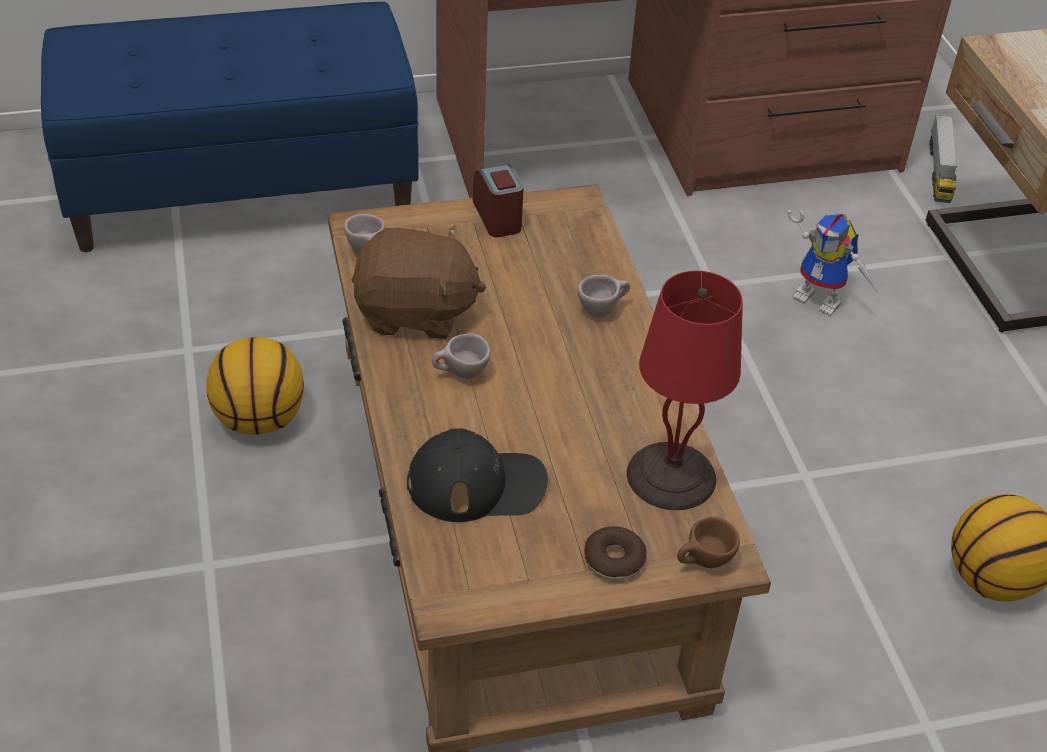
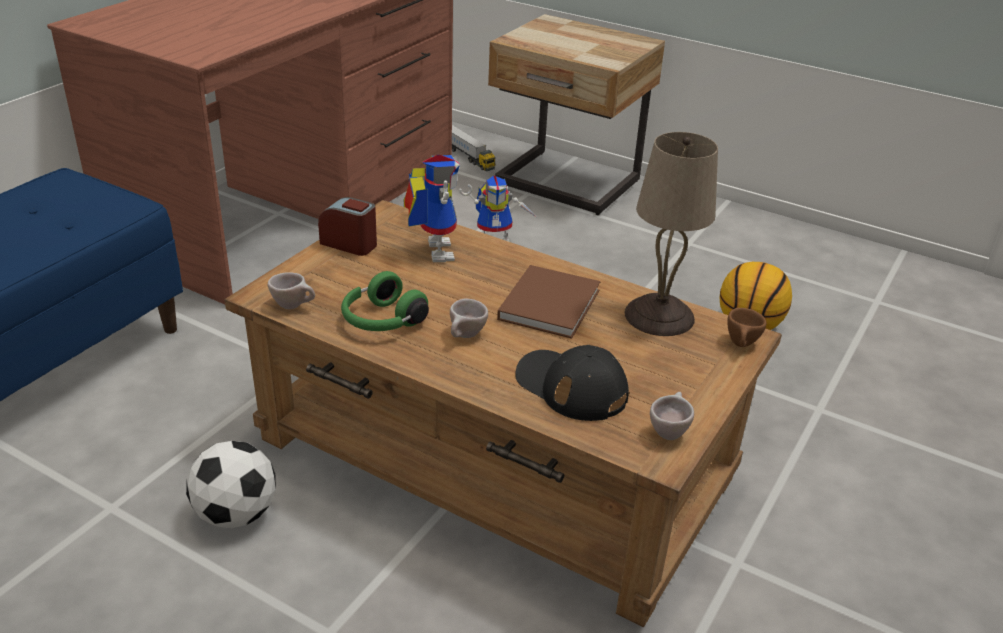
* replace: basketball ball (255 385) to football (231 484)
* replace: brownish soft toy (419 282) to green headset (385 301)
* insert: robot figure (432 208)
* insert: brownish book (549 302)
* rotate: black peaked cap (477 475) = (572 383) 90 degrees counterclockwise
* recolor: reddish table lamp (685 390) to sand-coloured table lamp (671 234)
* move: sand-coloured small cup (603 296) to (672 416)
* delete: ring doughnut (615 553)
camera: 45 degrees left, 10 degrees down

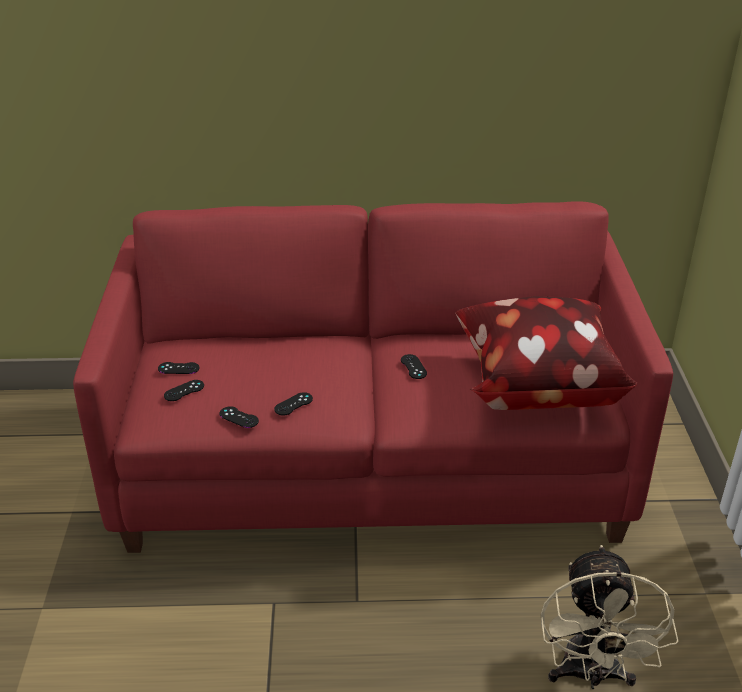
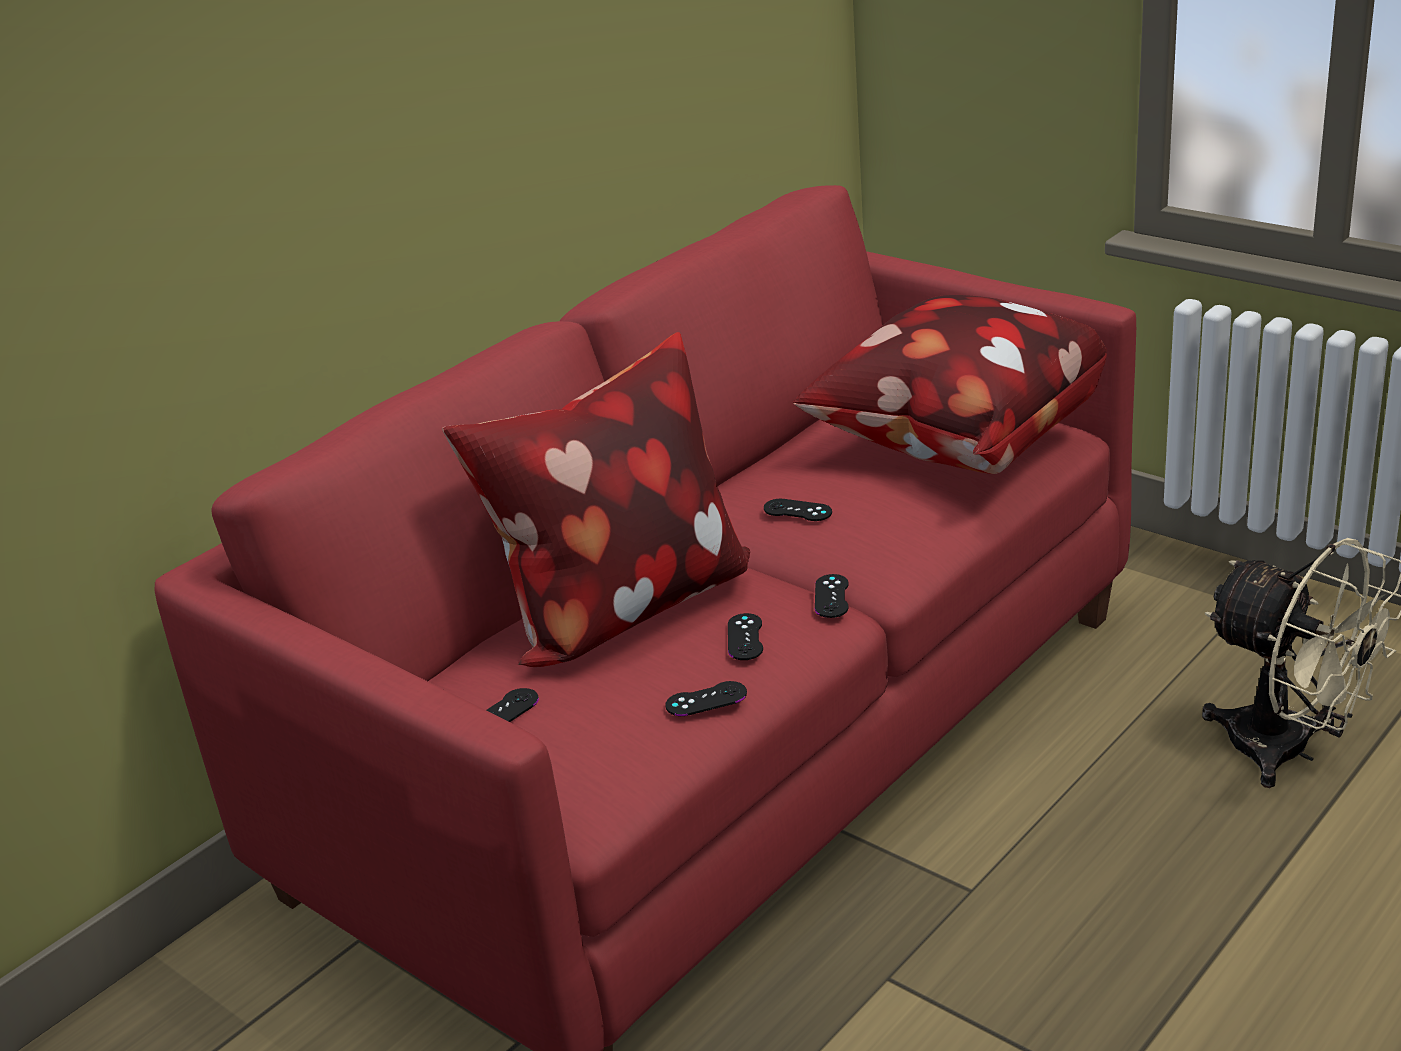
* insert: pillow (596 499)
* move: black joypad (184 390) to (832 596)
camera: 45 degrees left, 5 degrees down

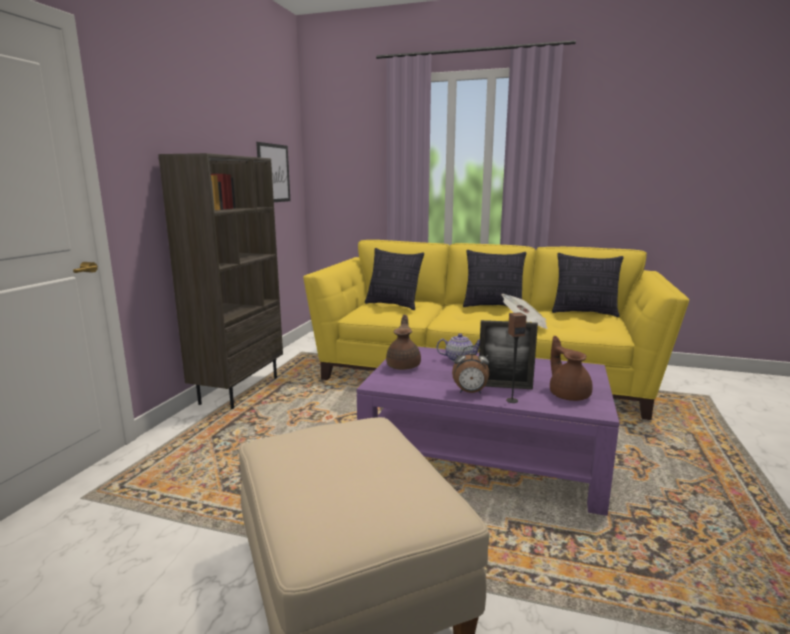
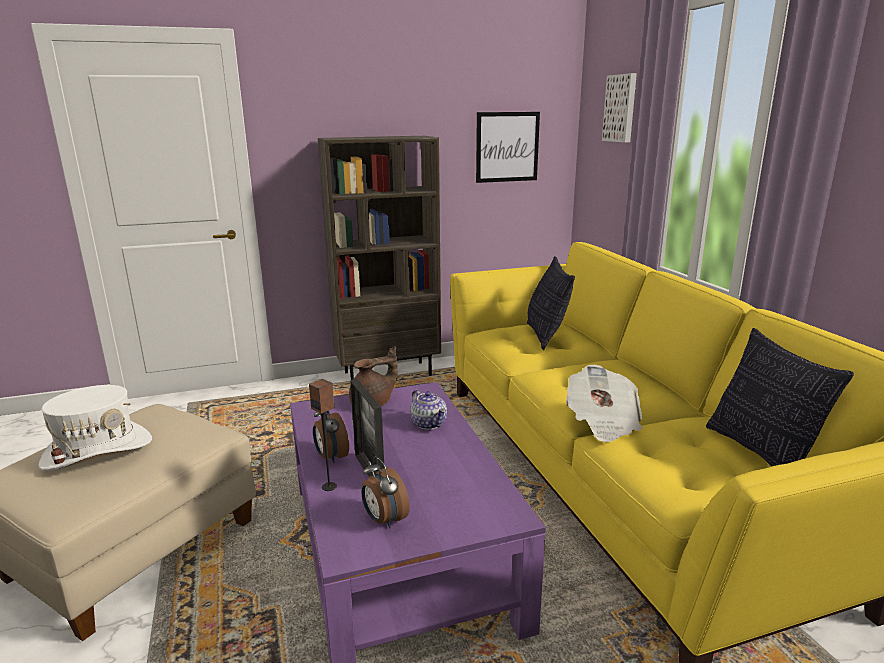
* insert: white-coloured hat (95 428)
* replace: brownish teapot (571 368) to alarm clock (386 492)
* insert: wall art (619 108)
* delete: pillow (494 278)
camera: 55 degrees right, 5 degrees up

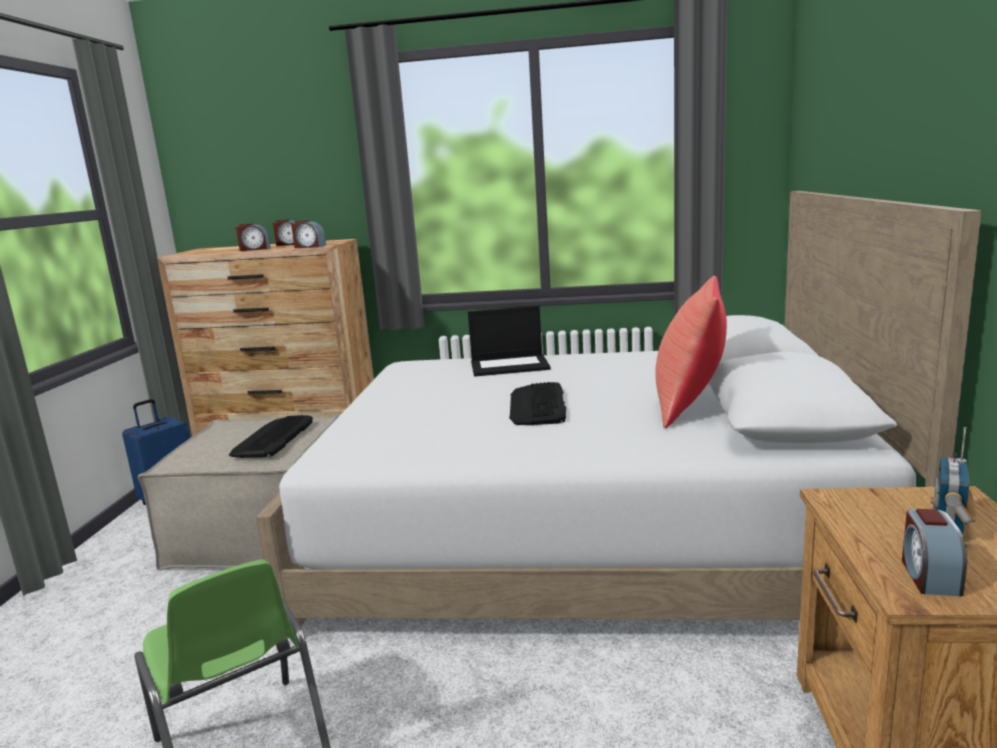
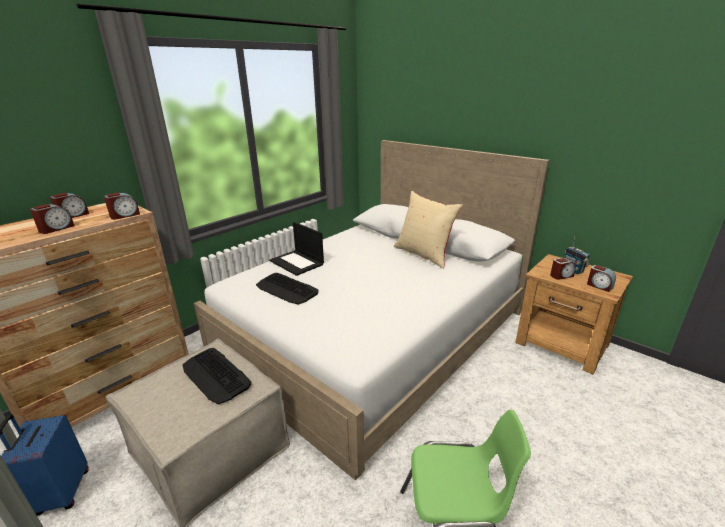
* move: keyboard (537 403) to (287 289)
* rotate: laptop (509 340) = (296 249) 105 degrees clockwise
* recolor: reddish pillow (691 352) to sand-coloured pillow (428 230)
* insert: alarm clock (563 269)
camera: 55 degrees left, 10 degrees up

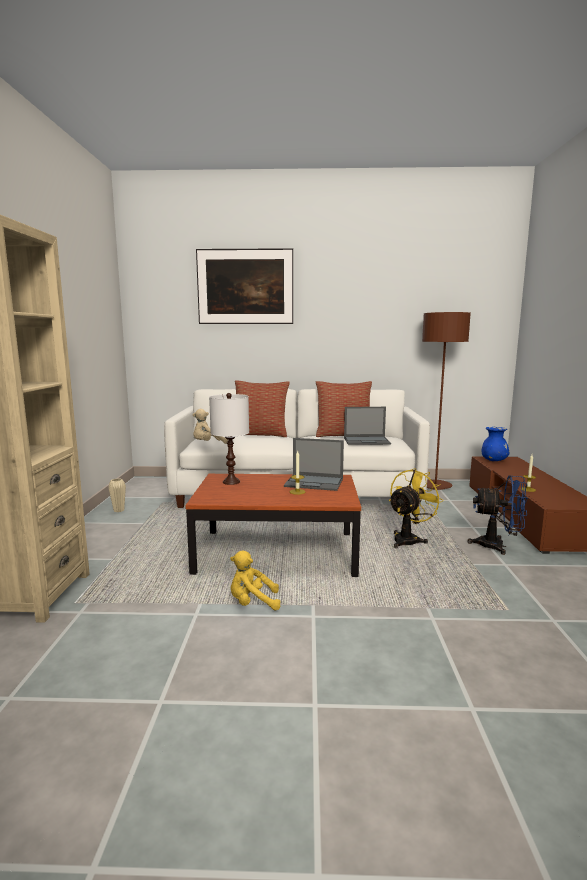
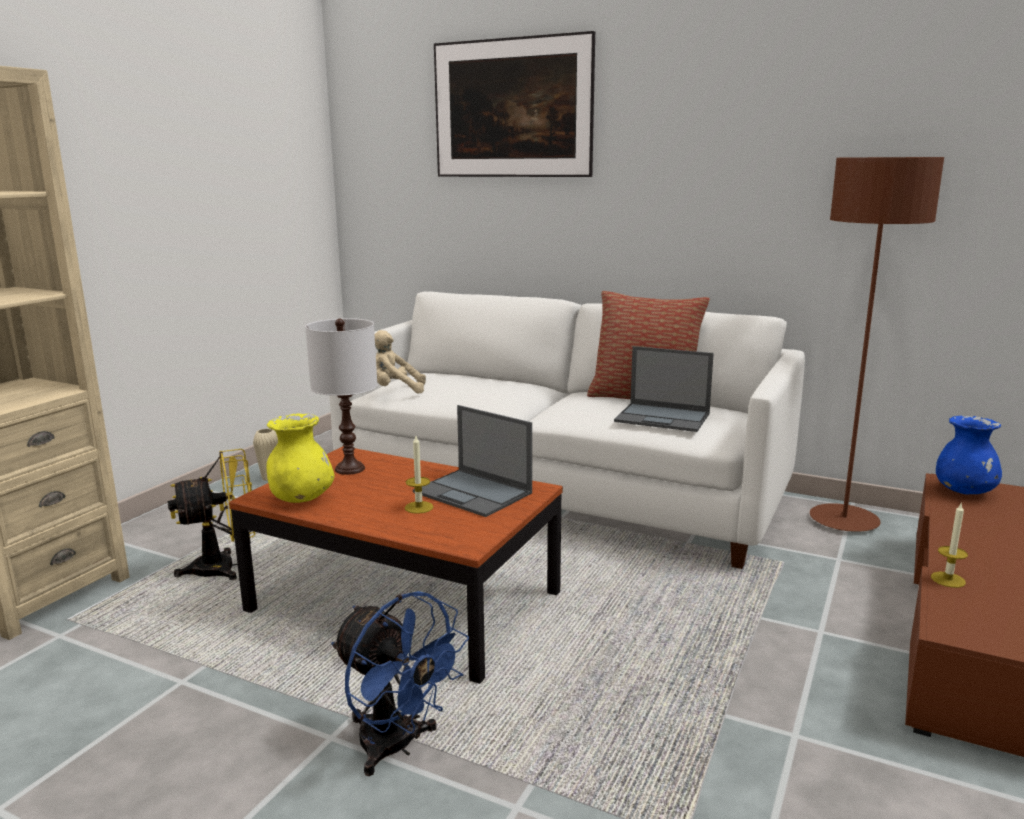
* move: yellow-coloured cooling fan (416 508) to (211 514)
* insert: yellow-coloured vase (300 458)
* move: bluish cooling fan (497 515) to (400 683)
* delete: yellow-coloured soft toy (255 580)
* delete: pillow (262 408)
camera: 25 degrees right, 5 degrees up

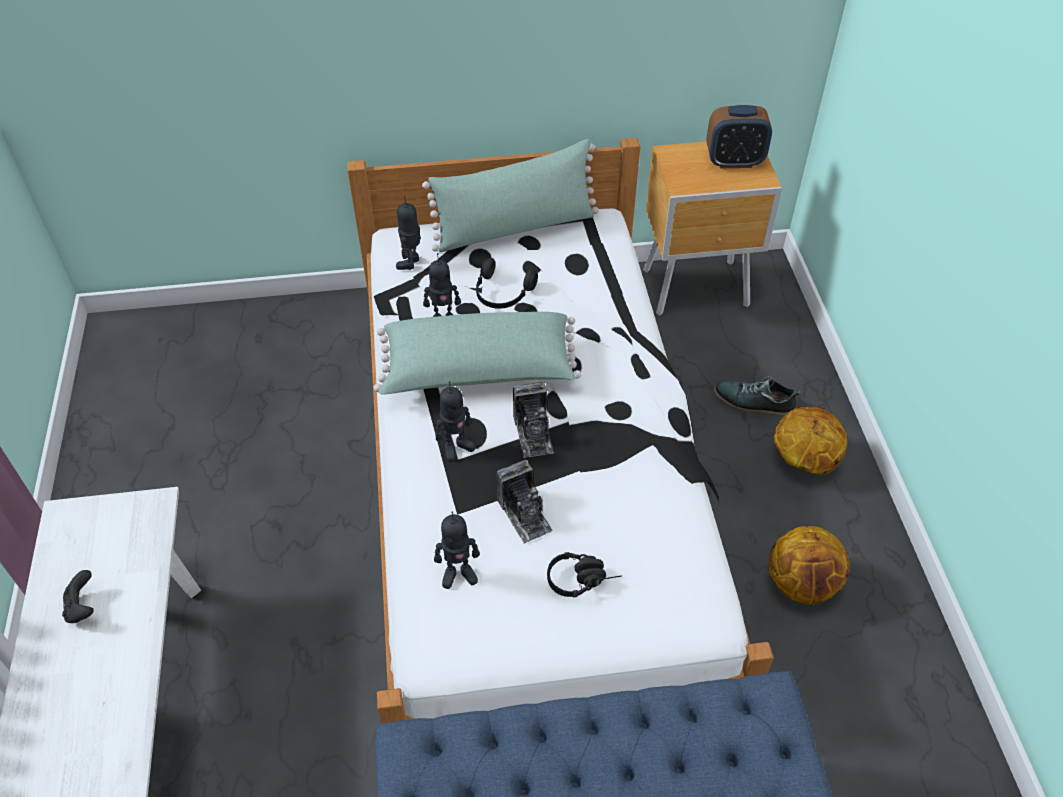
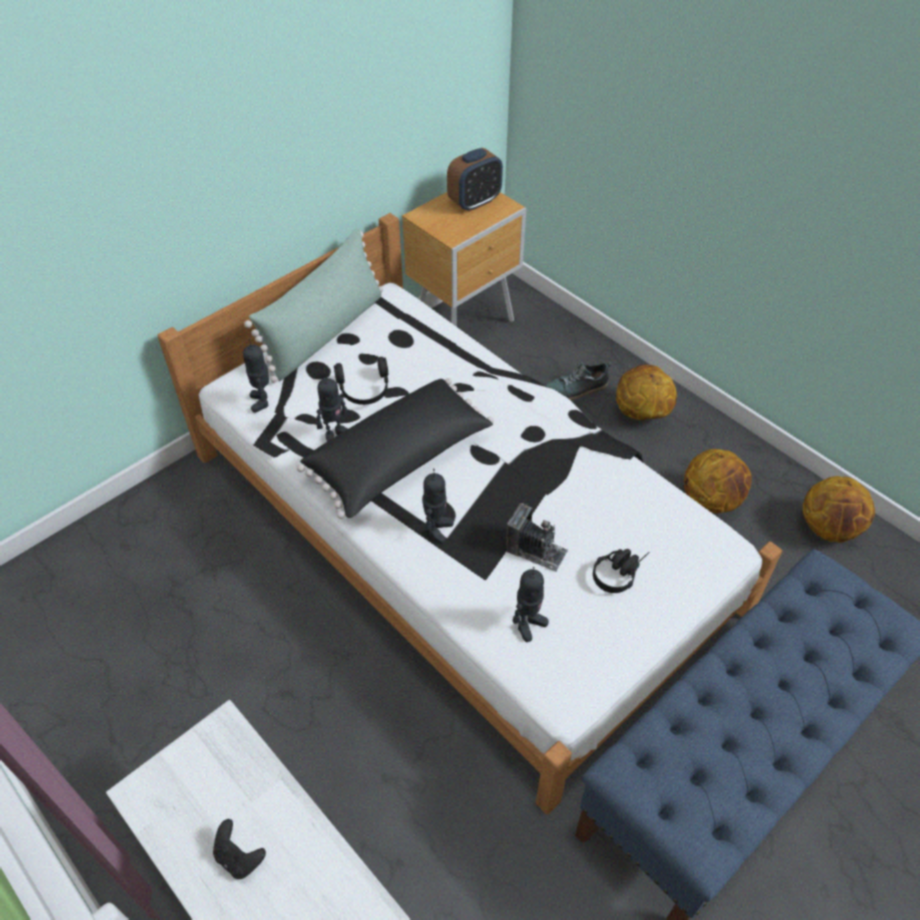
* recolor: green pillow (477 353) to black pillow (395 448)
* insert: basketball ball (839 509)
* delete: still camera (533 420)
camera: 35 degrees left, 0 degrees up

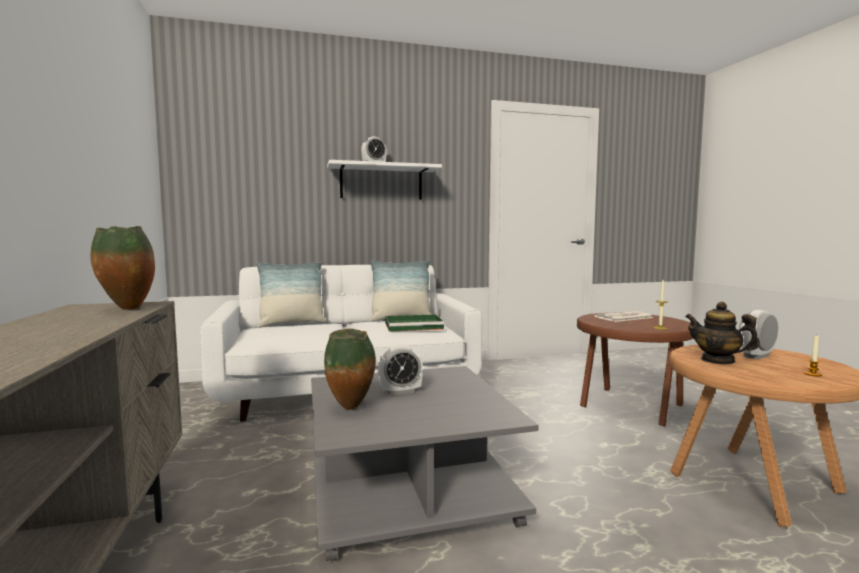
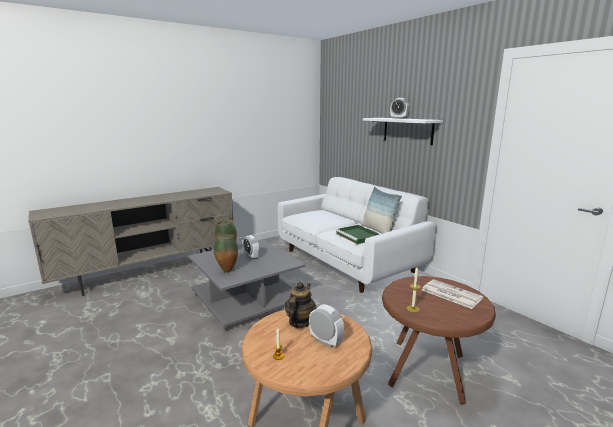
* move: vase (122 268) to (226 253)
* delete: pillow (291 295)
camera: 70 degrees right, 10 degrees up

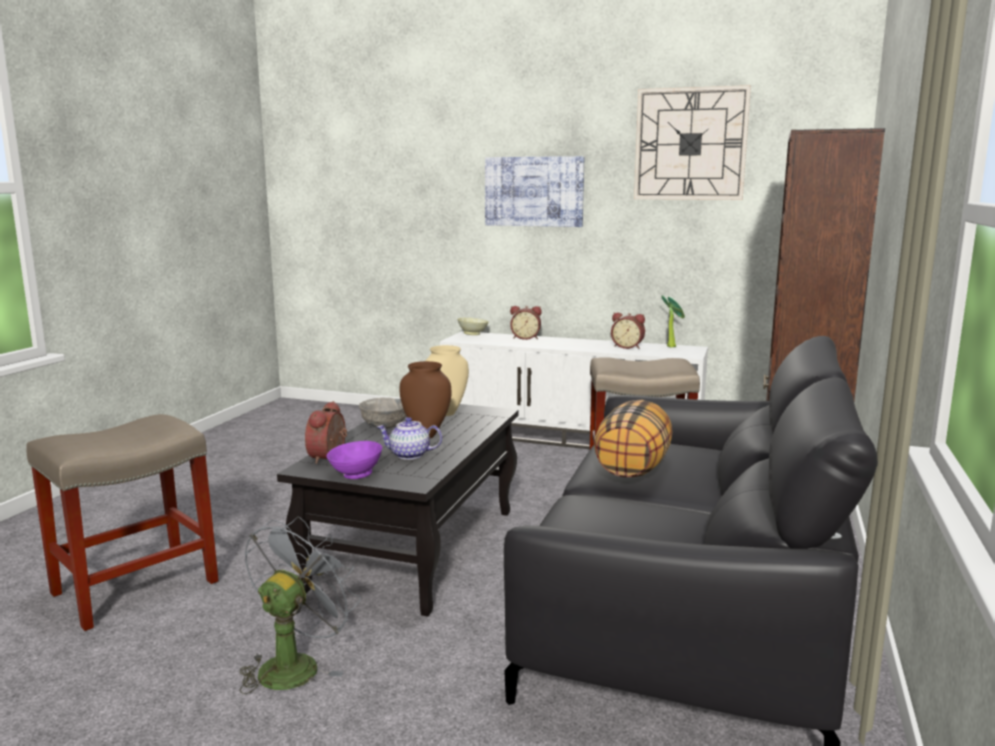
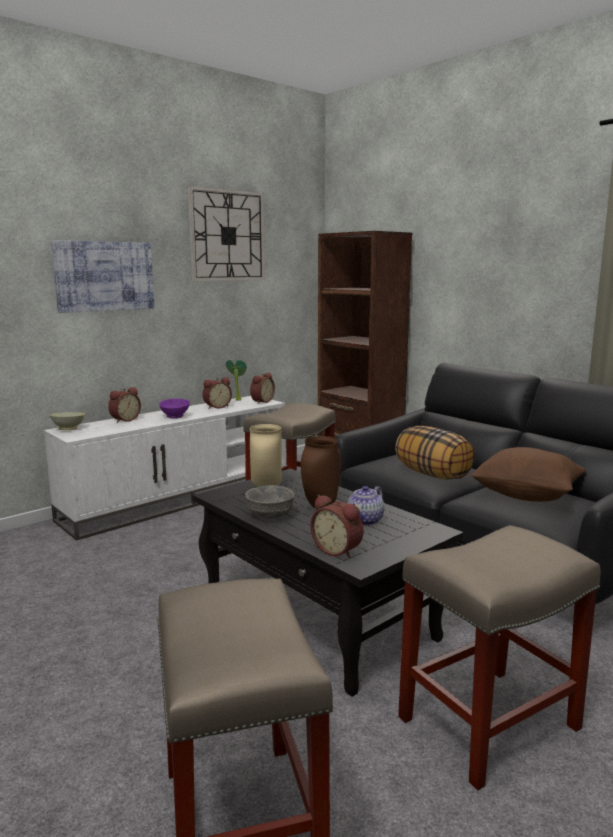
* move: purplish deep dish (354 460) to (174 409)
* insert: alarm clock (262 388)
* replace: greyish cooling fan (300 605) to sand-coloured stool seat (499 657)
* insert: brownish pillow (528 474)
camera: 60 degrees left, 0 degrees up

